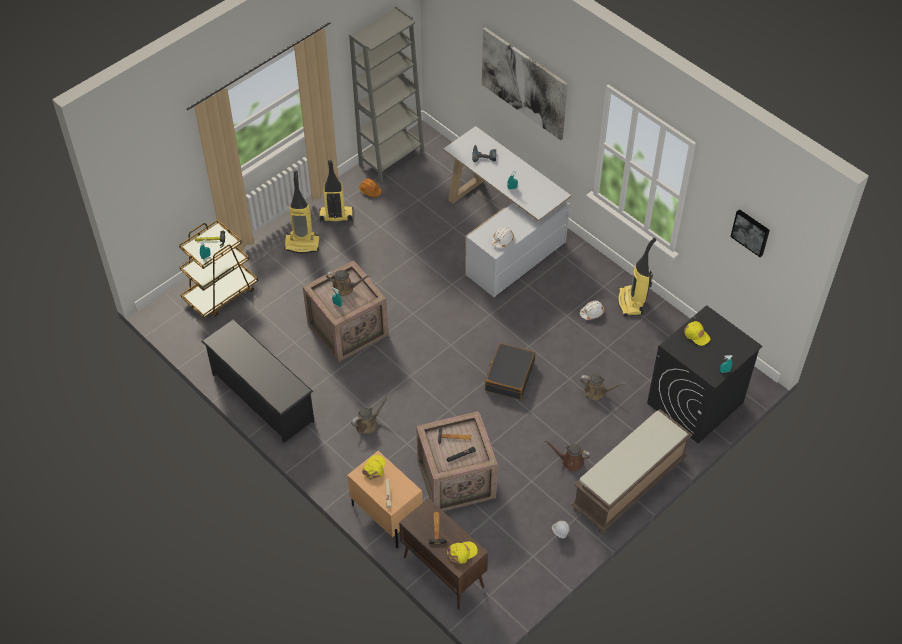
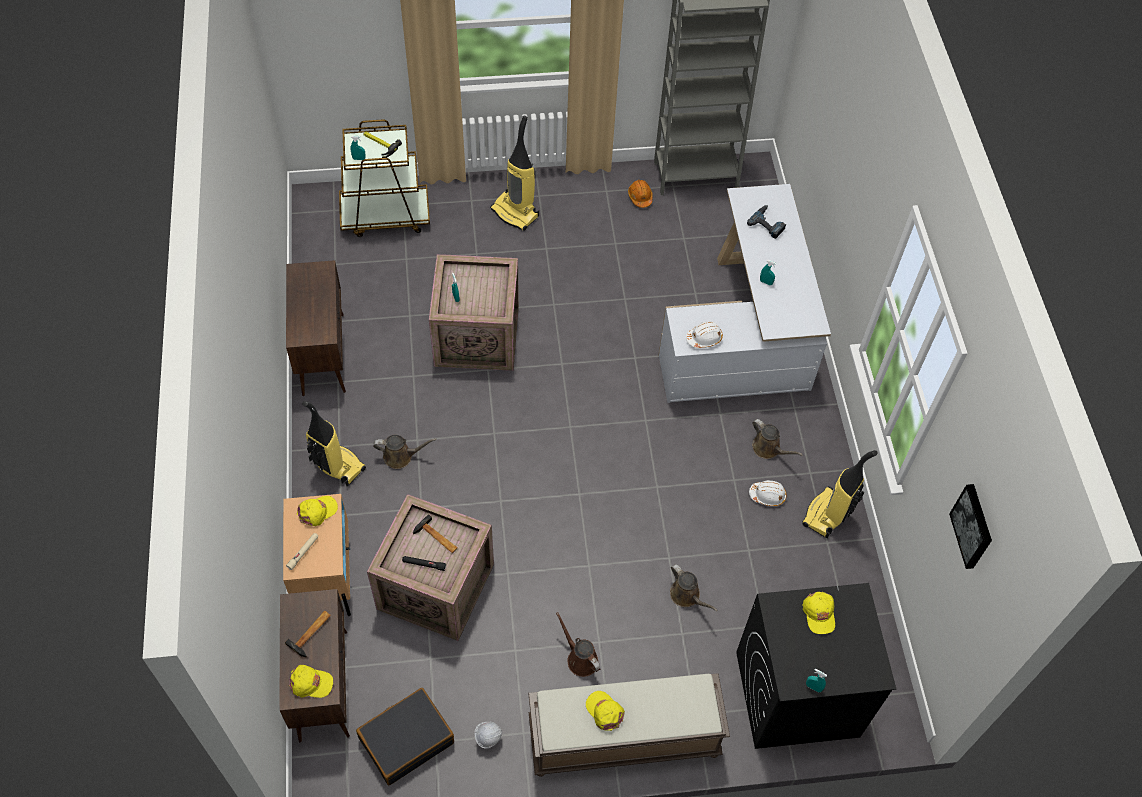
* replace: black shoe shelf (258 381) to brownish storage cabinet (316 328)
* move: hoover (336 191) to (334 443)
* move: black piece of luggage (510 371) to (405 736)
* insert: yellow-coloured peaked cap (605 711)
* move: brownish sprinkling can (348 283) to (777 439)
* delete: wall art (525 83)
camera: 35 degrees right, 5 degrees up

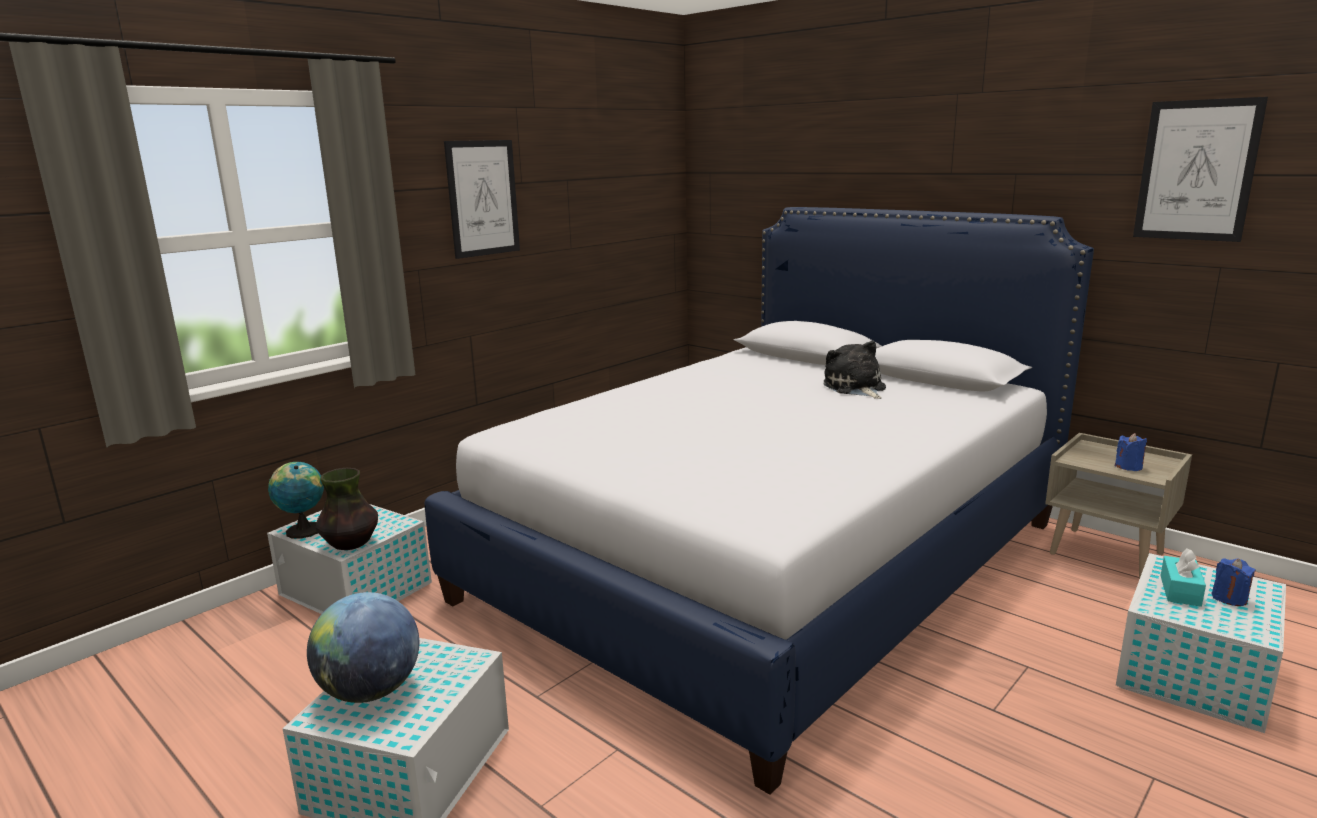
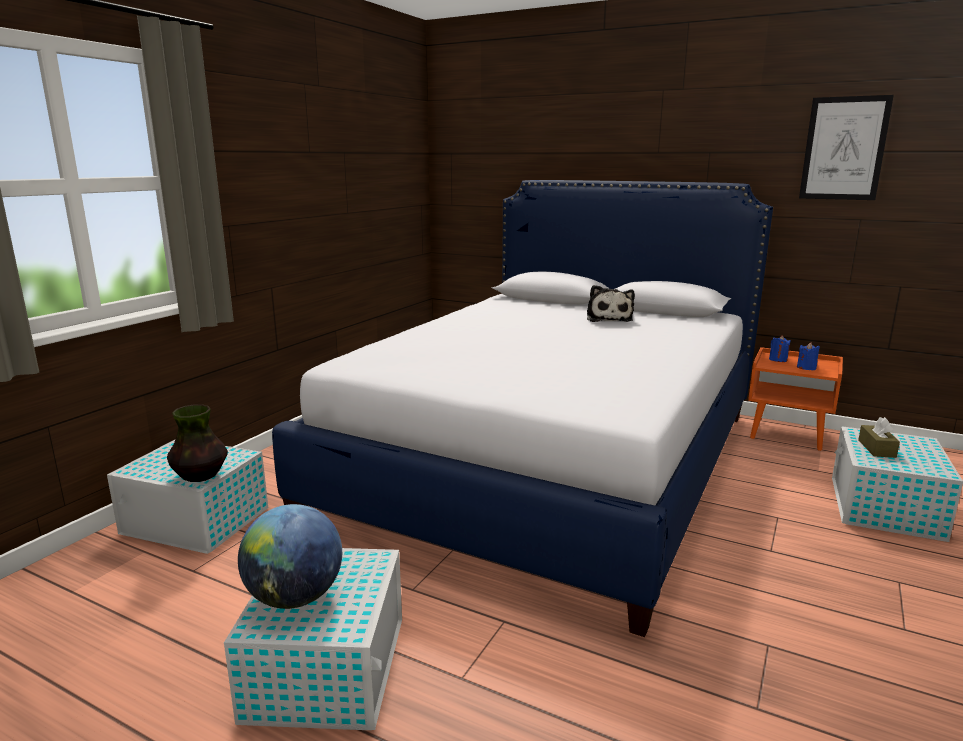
* rotate: soft toy (855 370) = (611 303) 150 degrees counterclockwise
* recolor: sand-coloured nightstand (1118 506) to orangey nightstand (795 399)
* move: bluish candle (1233 582) to (780 349)
* recolor: turquoise tissue holder (1183 577) to brownish tissue holder (879 437)
* delete: desk globe (296 500)
* delete: wall art (482 199)
camera: 15 degrees left, 0 degrees up

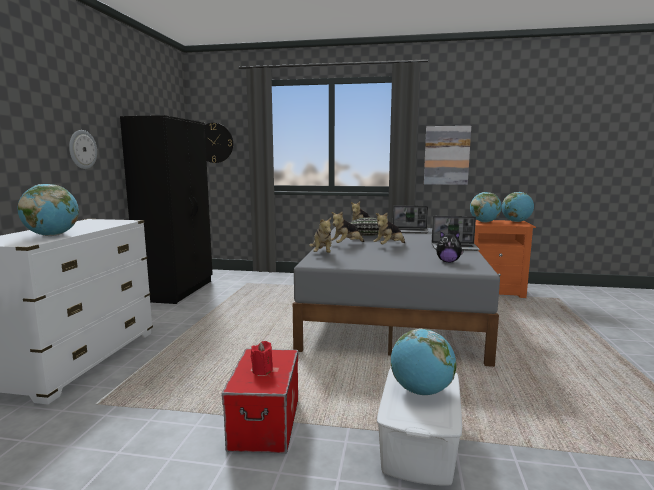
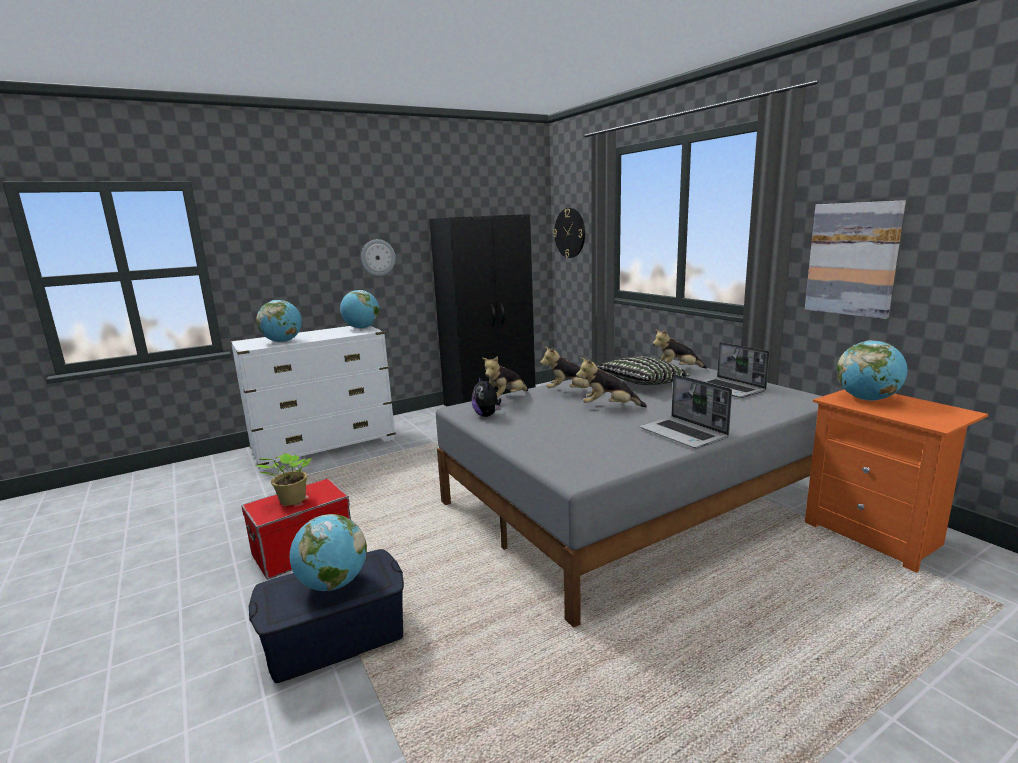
* recolor: white-coloured storage container (419 426) to bluish storage container (326 616)
* replace: reddish candle (262 358) to potted plant (284 479)
* move: desk globe (518 207) to (359 309)
* move: soft toy (450 246) to (486 396)
camera: 50 degrees right, 5 degrees up

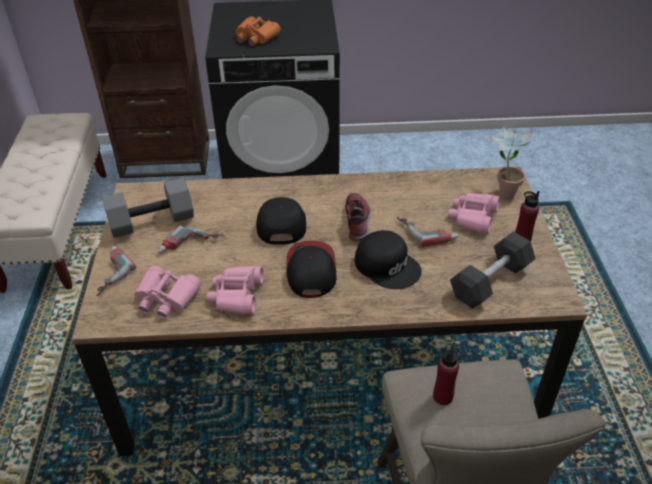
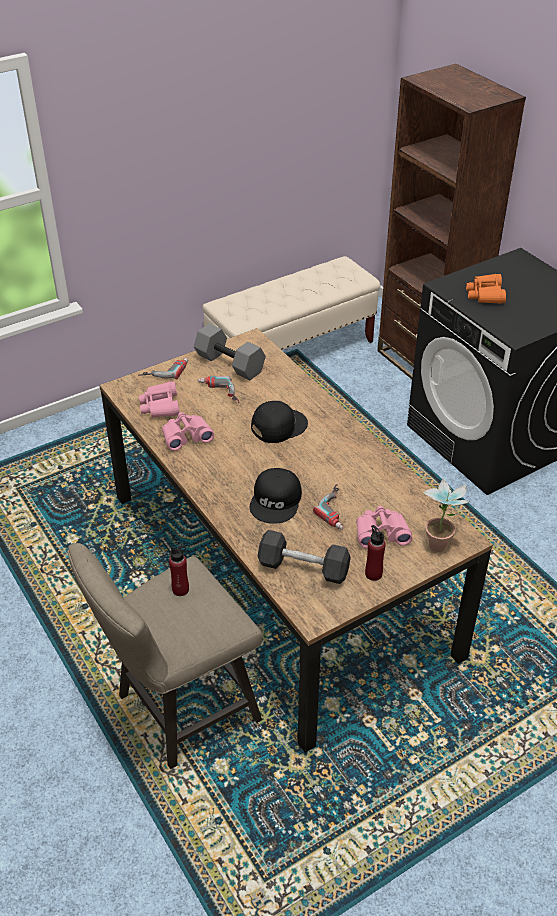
* delete: peaked cap (311 269)
* delete: low shoe (358 217)
camera: 60 degrees right, 0 degrees up

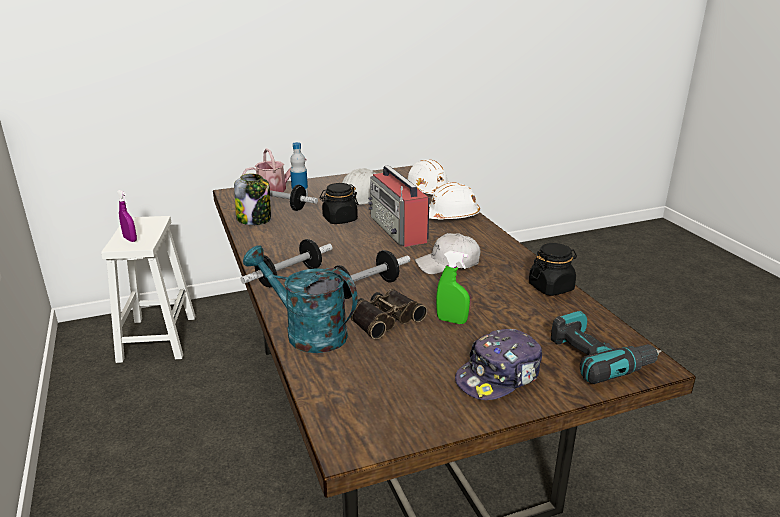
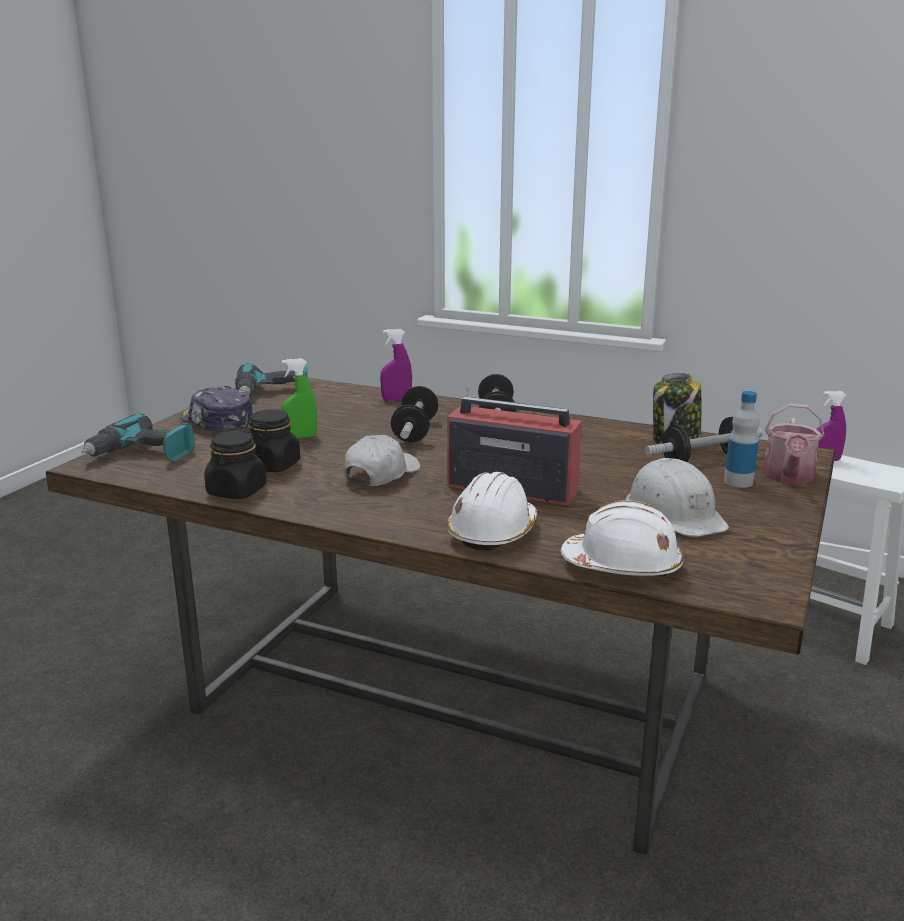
* rotate: peaked cap (498 364) = (217 409) 60 degrees counterclockwise
* insert: power drill (272 380)
* move: black jar (339 203) to (274 440)
* replace: turquoise sprinkling can (300 299) to purplish sprayer (396 365)
* delete: binoculars (389 314)
camera: 135 degrees right, 5 degrees down

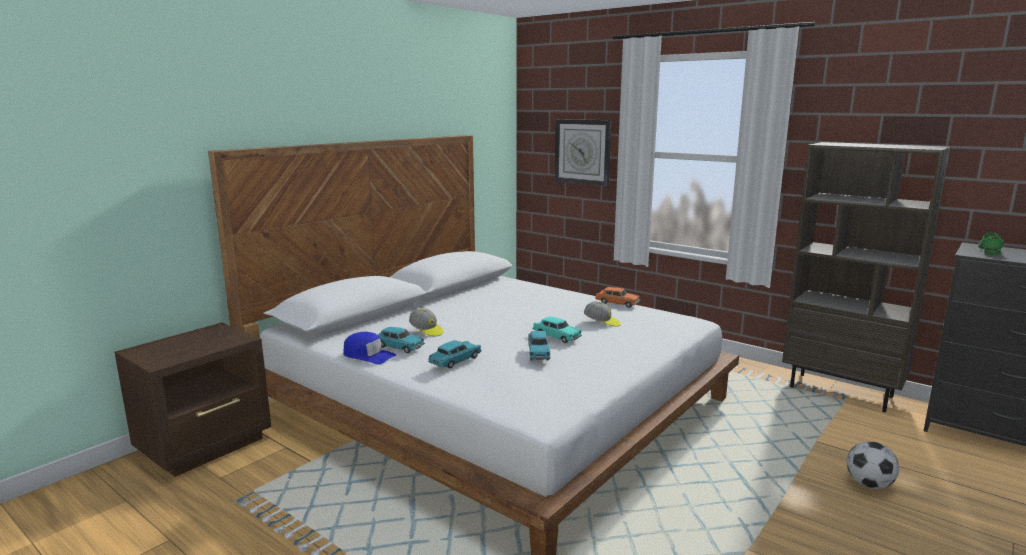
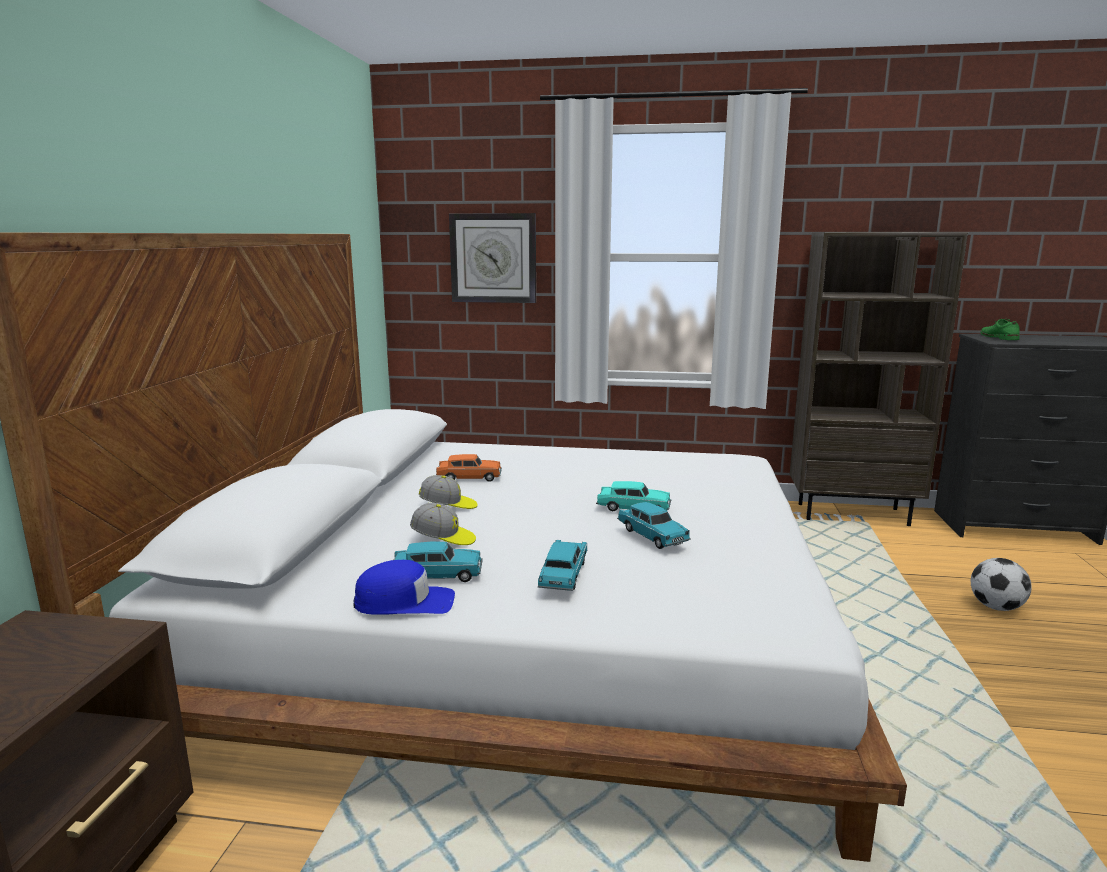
* move: peaked cap (602 314) to (448 492)
* move: orangey miniature car (617 297) to (469 468)
camera: 30 degrees left, 0 degrees up

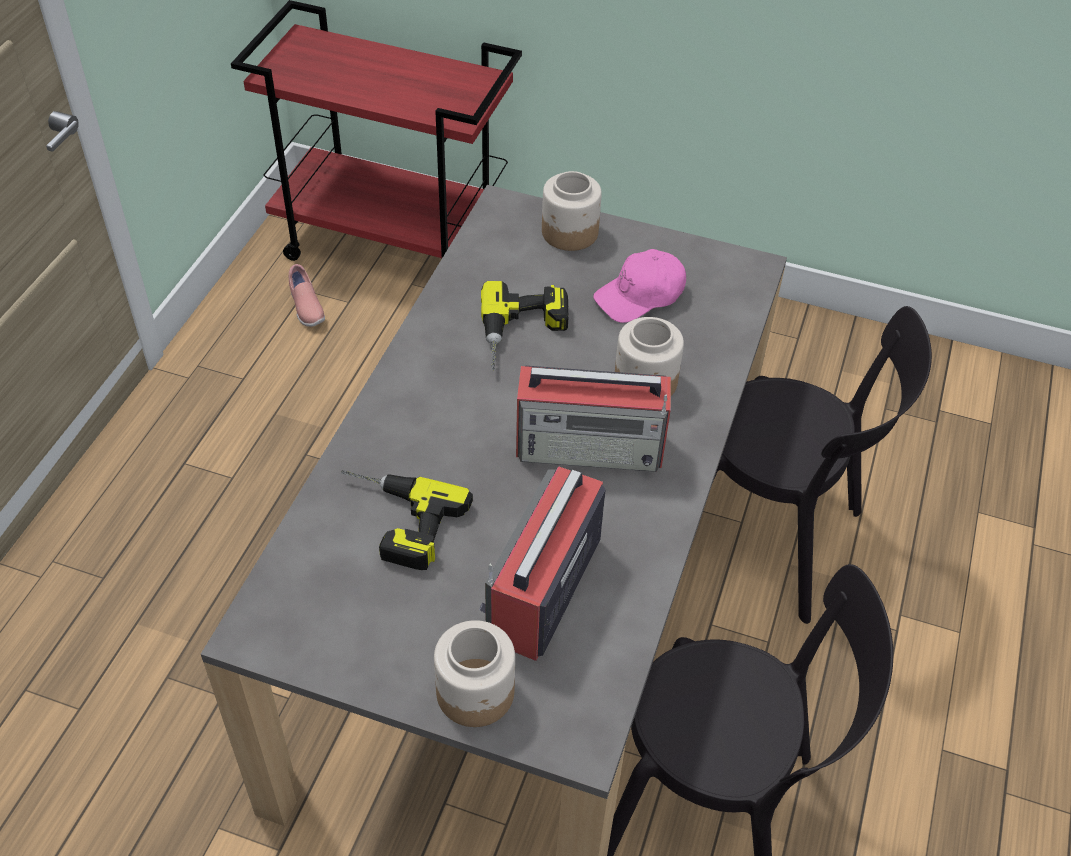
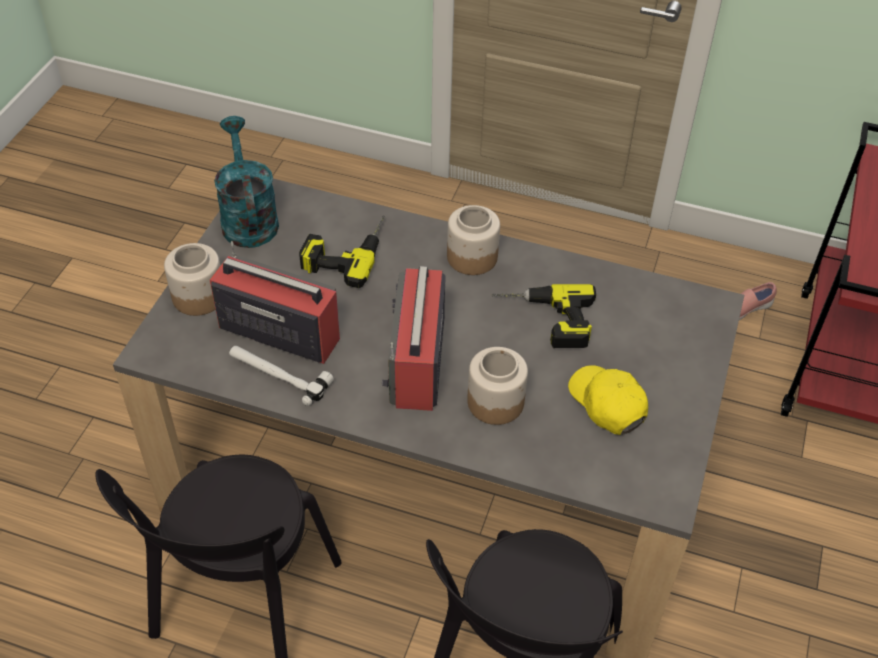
* insert: turquoise sprinkling can (246 182)
* insert: hammer (281 376)
* move: jar (572 211) to (473 240)
* recolor: pinkish peaked cap (639 286) to yellow-coloured peaked cap (608 400)
camera: 90 degrees right, 0 degrees up

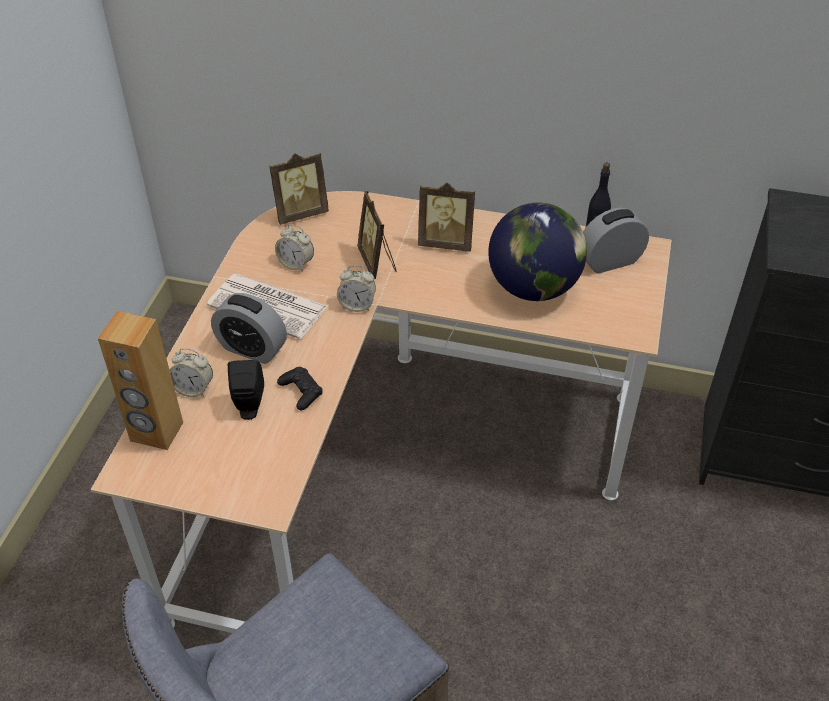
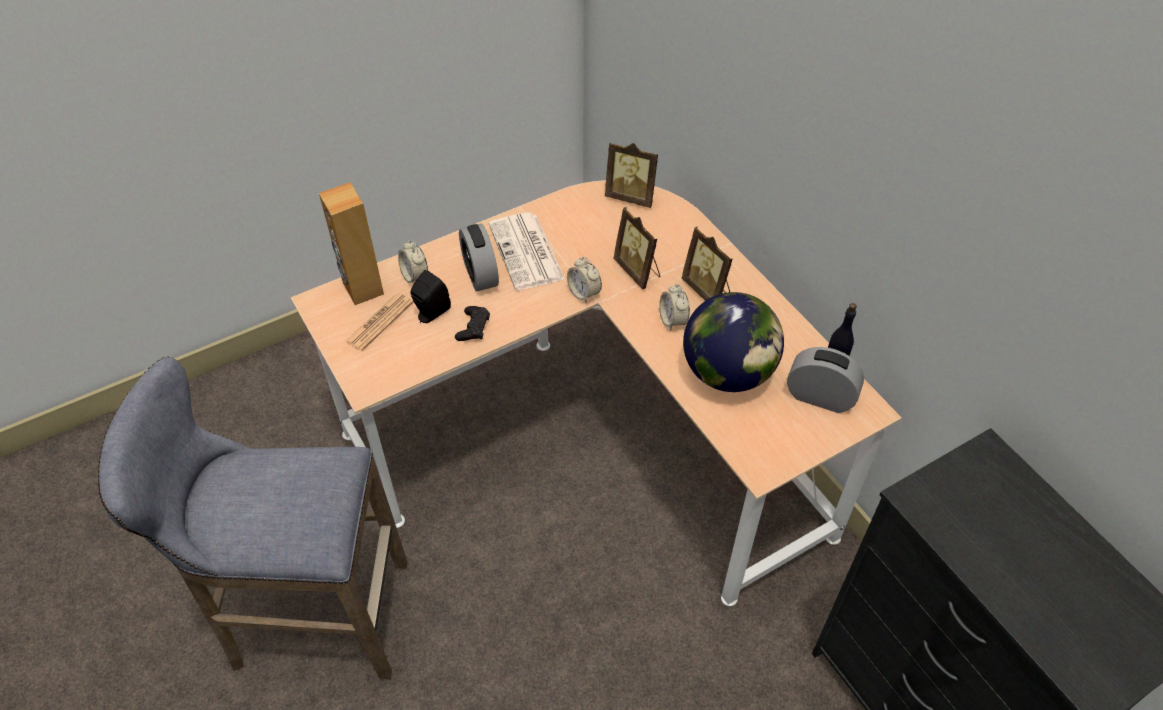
* insert: printed paper (379 322)
* rotate: standing frame (376 235) = (636 248) 60 degrees counterclockwise
* move: alarm clock (294 248) to (674 307)
camera: 45 degrees right, 5 degrees up

